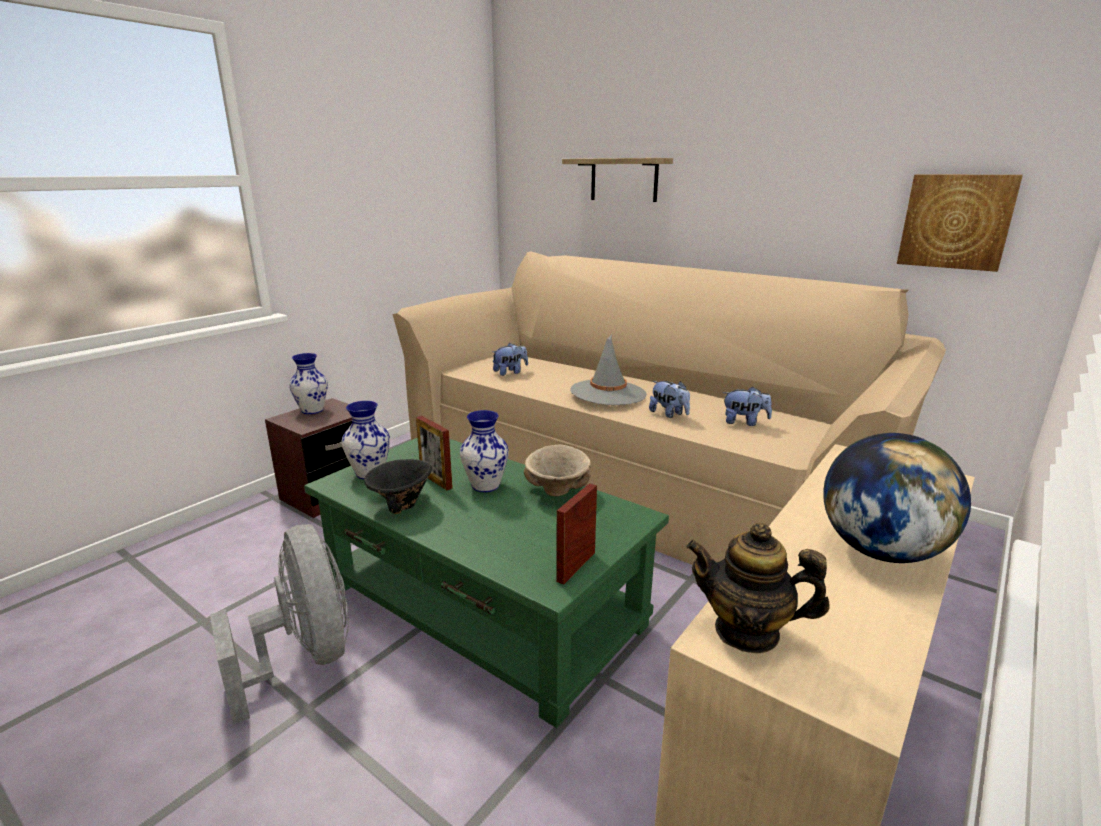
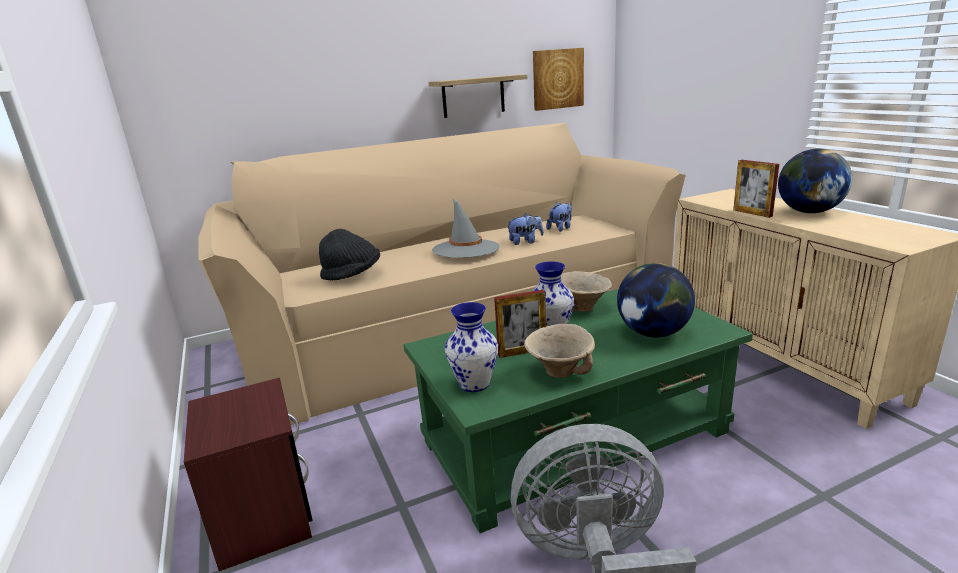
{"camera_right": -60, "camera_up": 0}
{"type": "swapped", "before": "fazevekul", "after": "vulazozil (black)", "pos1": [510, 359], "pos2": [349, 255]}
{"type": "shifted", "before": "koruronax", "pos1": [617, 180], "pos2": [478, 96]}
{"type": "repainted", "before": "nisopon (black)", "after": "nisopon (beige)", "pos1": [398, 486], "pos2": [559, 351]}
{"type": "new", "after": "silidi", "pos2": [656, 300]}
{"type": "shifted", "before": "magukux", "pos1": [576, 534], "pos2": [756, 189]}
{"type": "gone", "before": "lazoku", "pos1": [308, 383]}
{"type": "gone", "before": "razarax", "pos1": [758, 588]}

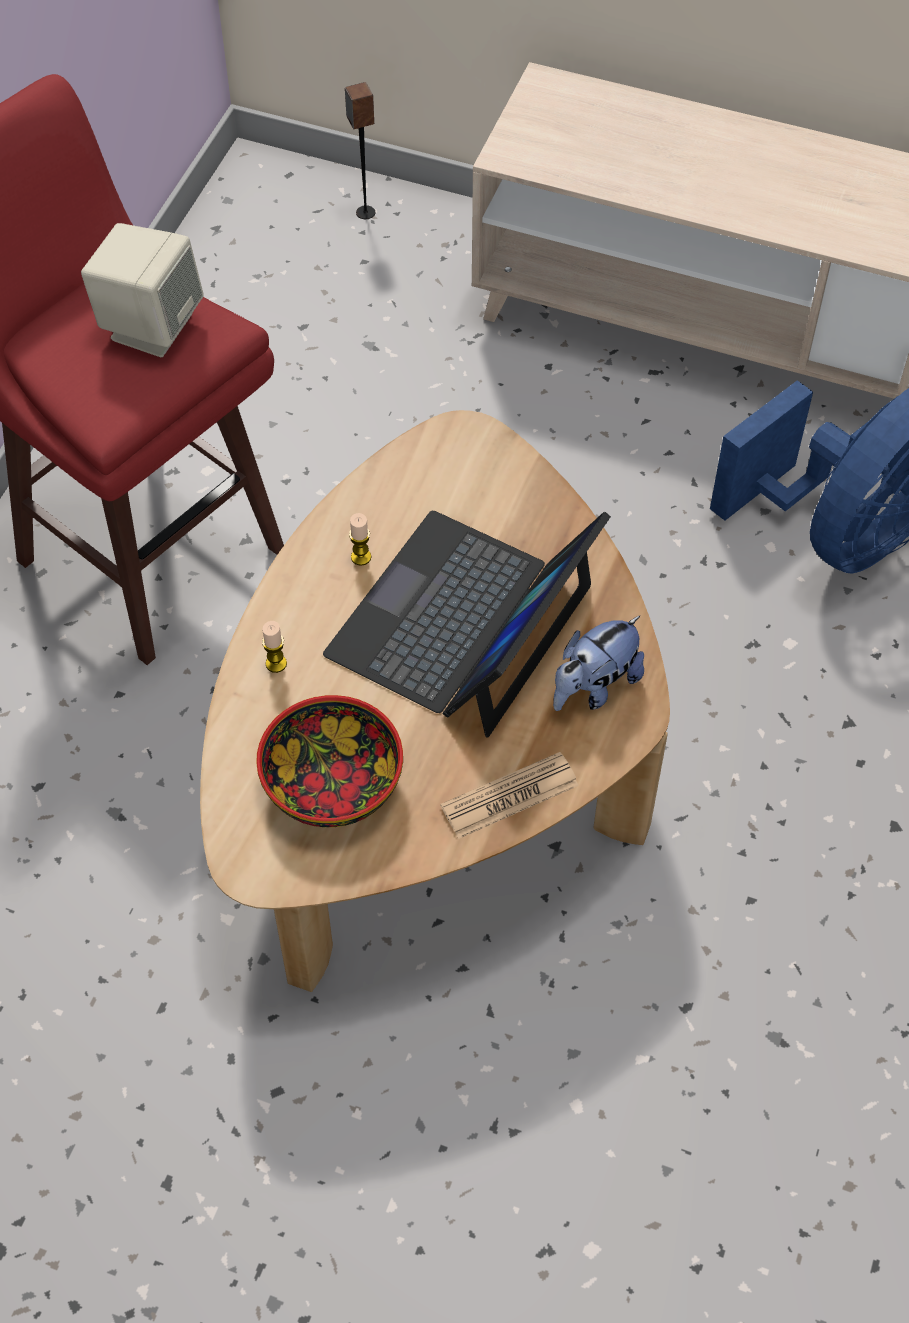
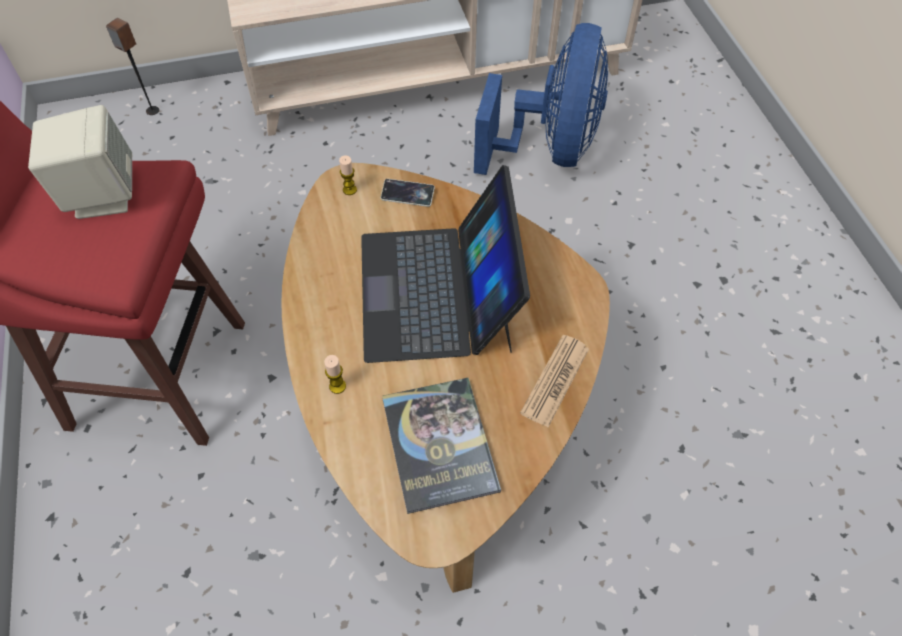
{"camera_right": -35, "camera_up": 0}
{"type": "shifted", "before": "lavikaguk", "pos1": [360, 539], "pos2": [348, 175]}
{"type": "new", "after": "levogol", "pos2": [408, 193]}
{"type": "swapped", "before": "nisopon", "after": "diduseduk", "pos1": [329, 761], "pos2": [441, 446]}
{"type": "gone", "before": "fazevekul", "pos1": [598, 663]}

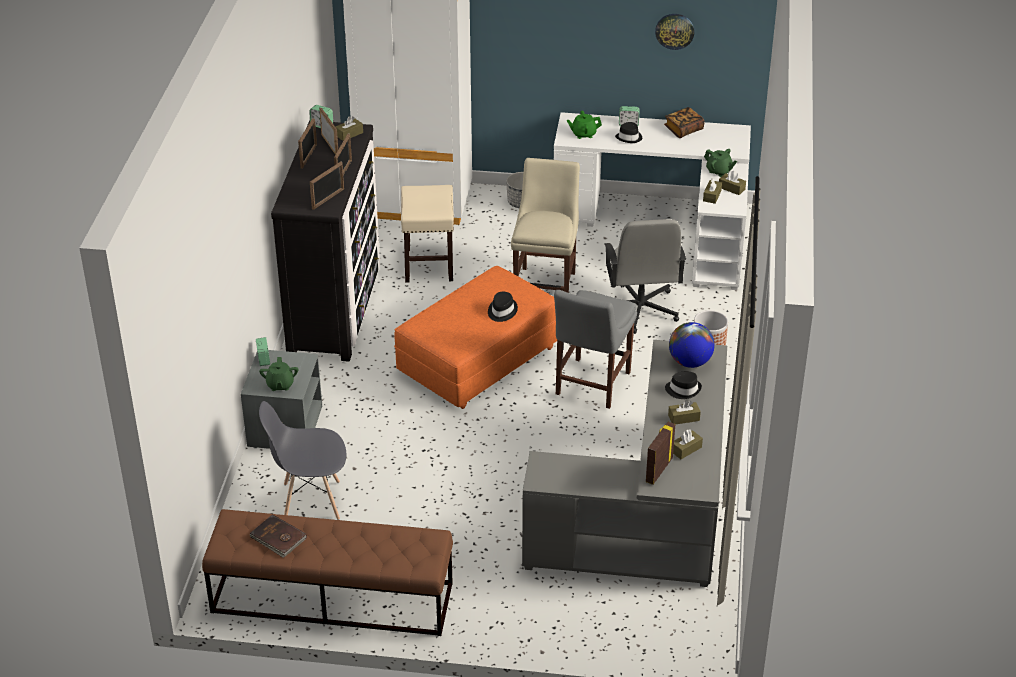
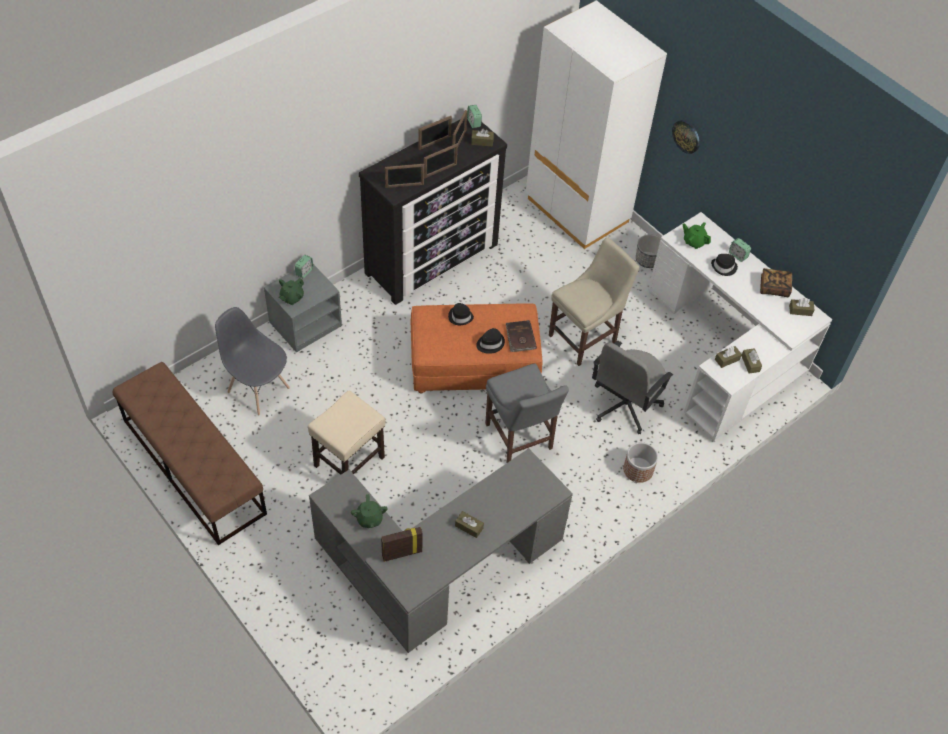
{"camera_right": 40, "camera_up": 15}
{"type": "shifted", "before": "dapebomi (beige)", "pos1": [427, 233], "pos2": [346, 432]}
{"type": "shifted", "before": "razarax (green)", "pos1": [720, 163], "pos2": [369, 511]}
{"type": "shifted", "before": "vulazozil (black)", "pos1": [683, 385], "pos2": [461, 314]}
{"type": "rotated", "before": "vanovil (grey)", "pos1": [595, 349], "pos2": [527, 413], "turn": -90}
{"type": "shifted", "before": "diduseduk (brown)", "pos1": [278, 536], "pos2": [521, 336]}
{"type": "shifted", "before": "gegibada", "pos1": [674, 32], "pos2": [686, 137]}
{"type": "shifted", "before": "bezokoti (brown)", "pos1": [688, 444], "pos2": [801, 307]}
{"type": "gone", "before": "silidi", "pos1": [692, 345]}

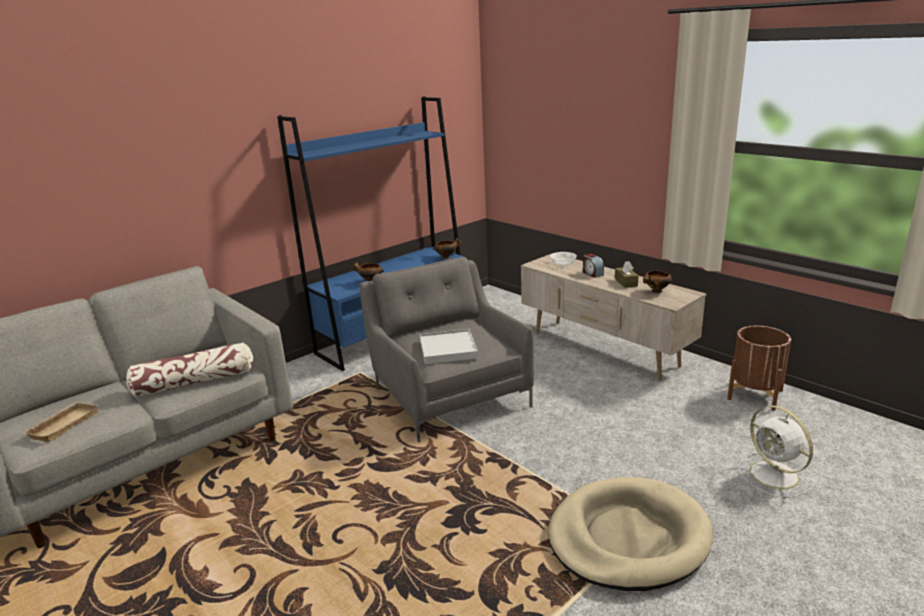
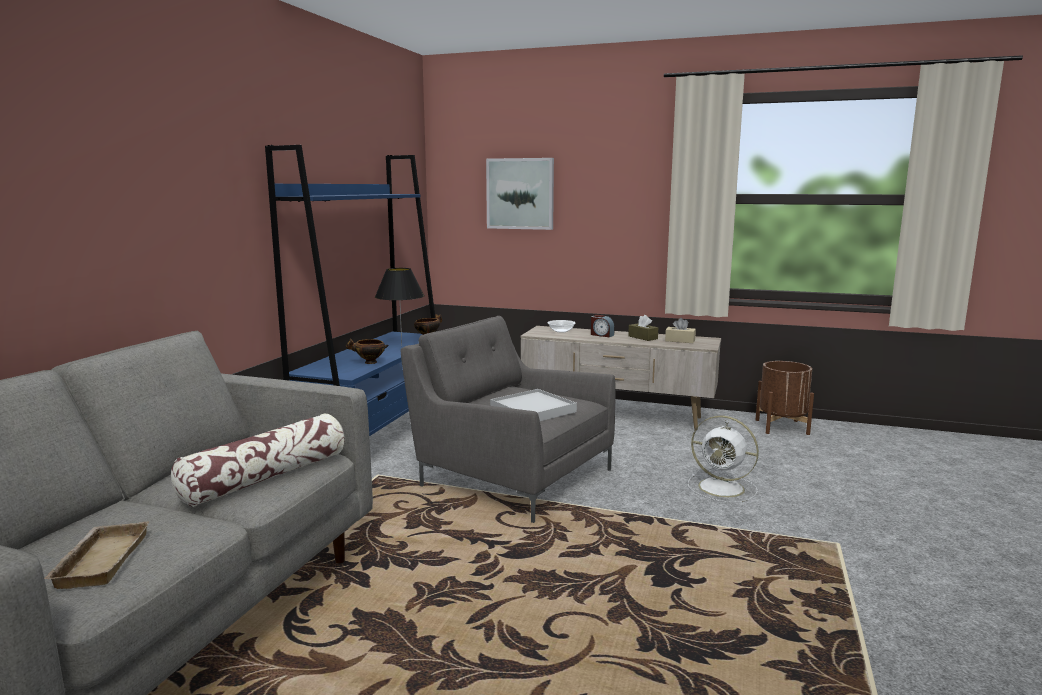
{"camera_right": -30, "camera_up": -10}
{"type": "new", "after": "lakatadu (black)", "pos2": [400, 307]}
{"type": "new", "after": "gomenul", "pos2": [520, 194]}
{"type": "swapped", "before": "nisopon", "after": "bezokoti (beige)", "pos1": [657, 282], "pos2": [680, 330]}
{"type": "shifted", "before": "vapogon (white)", "pos1": [776, 451], "pos2": [723, 459]}
{"type": "gone", "before": "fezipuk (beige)", "pos1": [630, 534]}

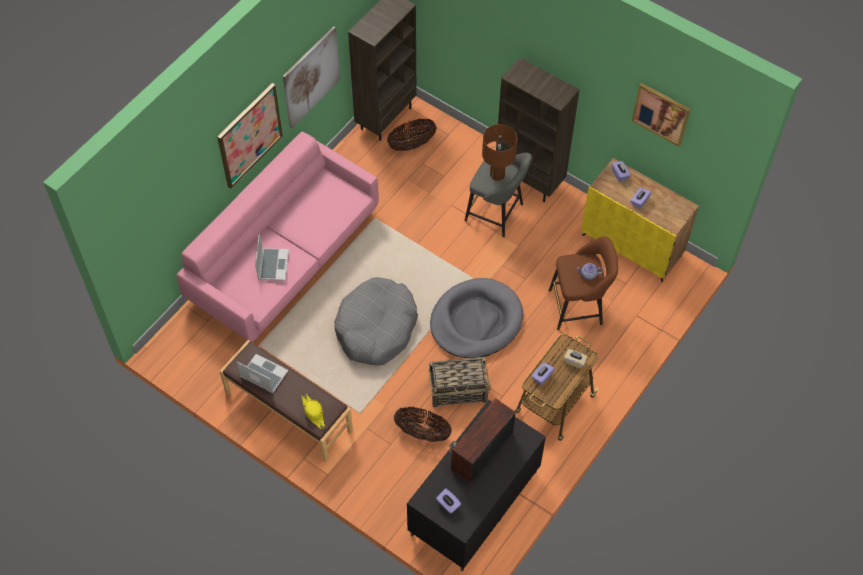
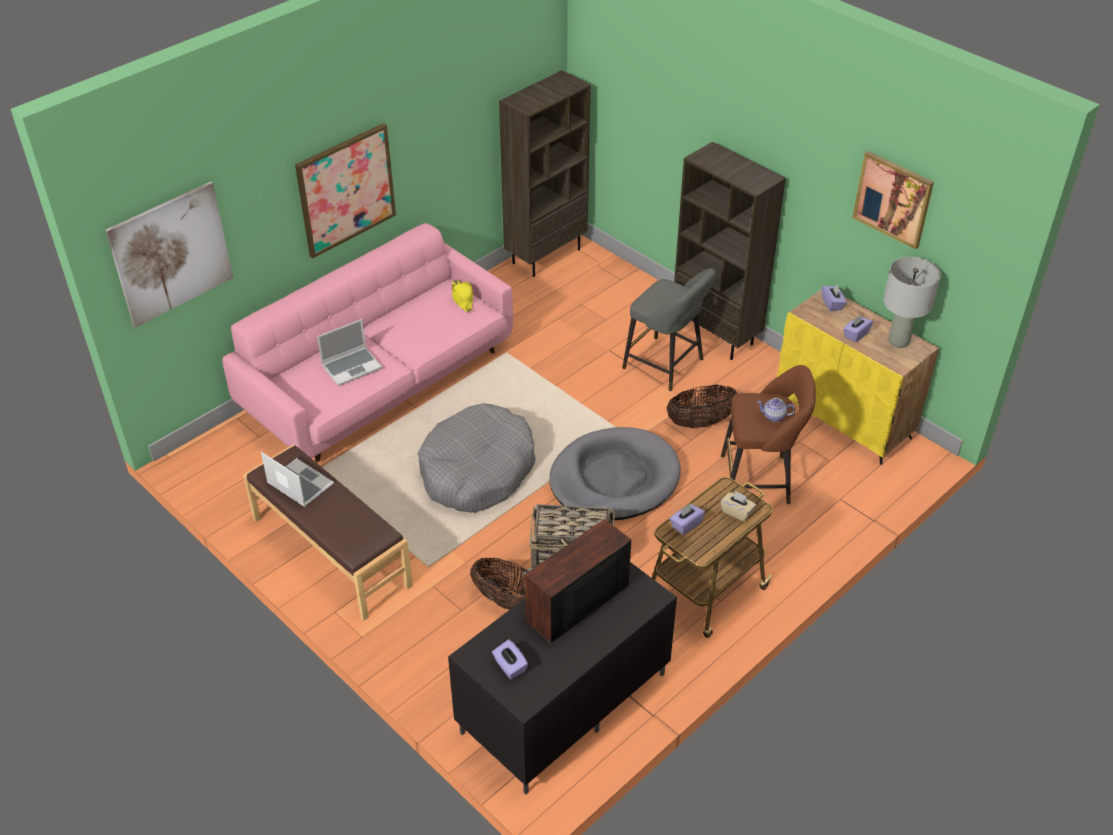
{"camera_right": 10, "camera_up": -15}
{"type": "shifted", "before": "gomenul", "pos1": [311, 77], "pos2": [169, 255]}
{"type": "rotated", "before": "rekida", "pos1": [272, 257], "pos2": [349, 352], "turn": 45}
{"type": "shifted", "before": "vulazozil (yellow)", "pos1": [313, 411], "pos2": [462, 296]}
{"type": "shifted", "before": "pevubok", "pos1": [411, 135], "pos2": [702, 406]}
{"type": "new", "after": "lakatadu (grey)", "pos2": [912, 302]}
{"type": "gone", "before": "lakatadu (brown)", "pos1": [500, 152]}

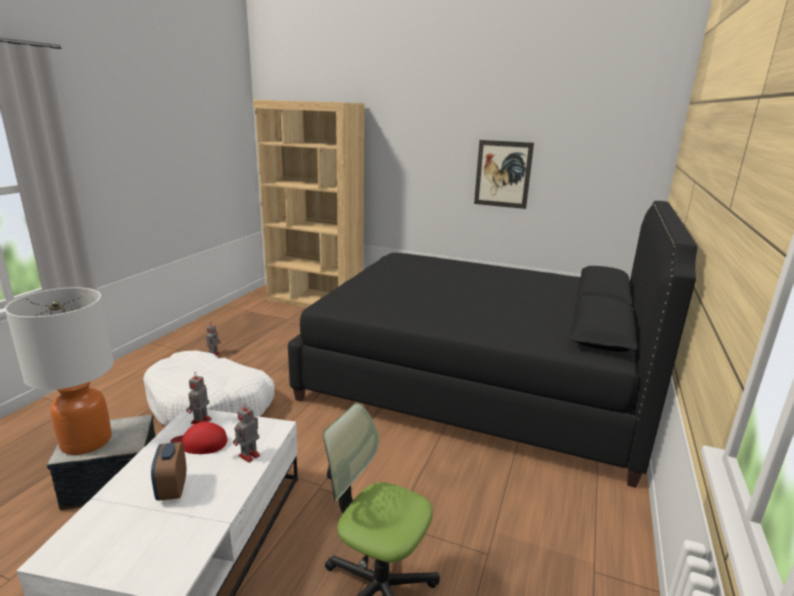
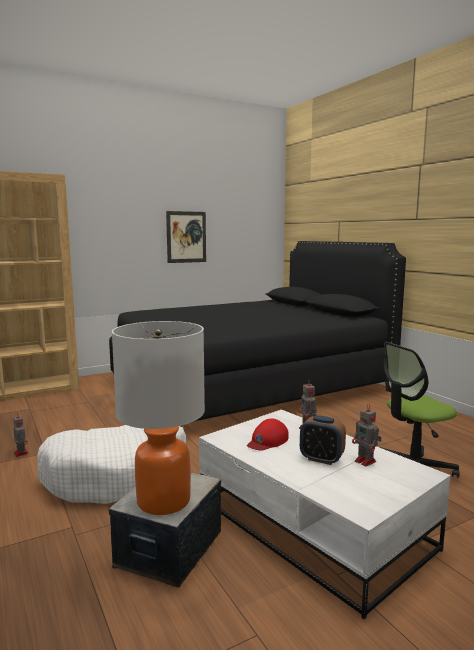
{"camera_right": -50, "camera_up": -10}
{"type": "shifted", "before": "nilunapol", "pos1": [199, 398], "pos2": [367, 435]}

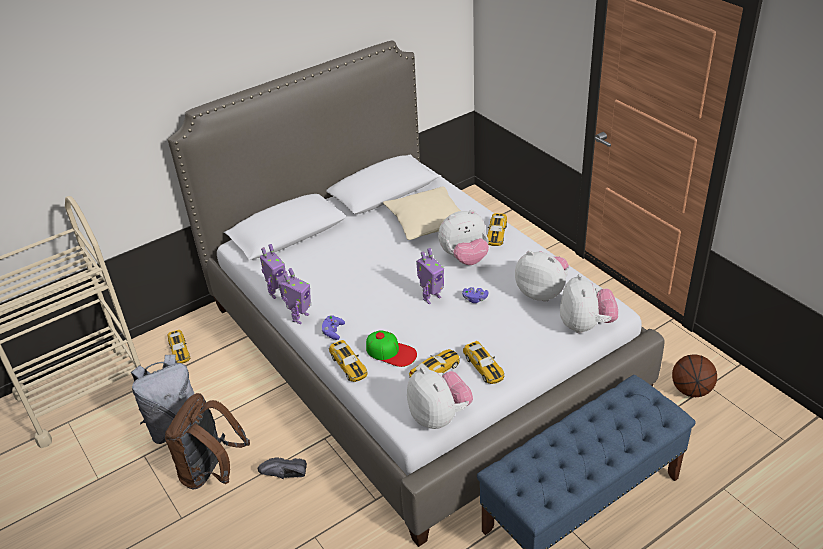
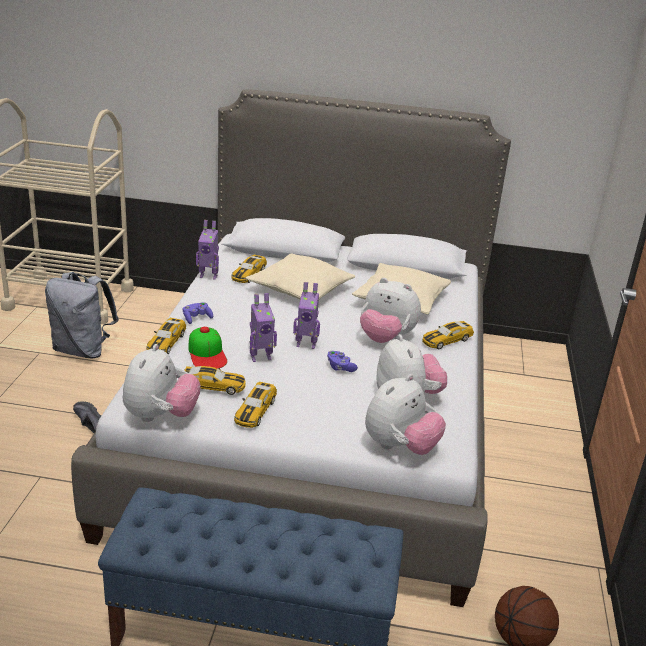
{"camera_right": 40, "camera_up": -10}
{"type": "shifted", "before": "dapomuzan", "pos1": [178, 346], "pos2": [249, 269]}
{"type": "new", "after": "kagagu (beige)", "pos2": [300, 276]}
{"type": "shifted", "before": "nilunapol", "pos1": [295, 296], "pos2": [263, 327]}
{"type": "gone", "before": "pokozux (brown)", "pos1": [207, 441]}

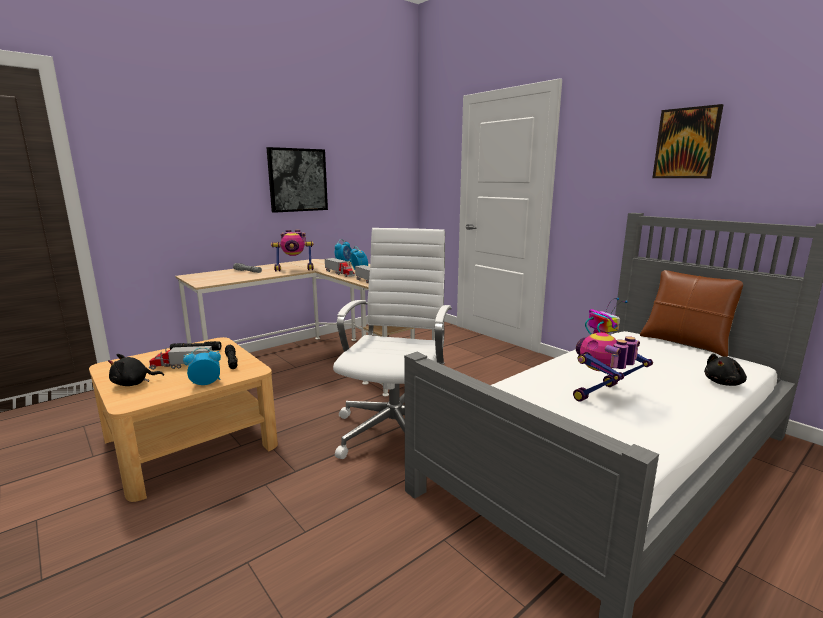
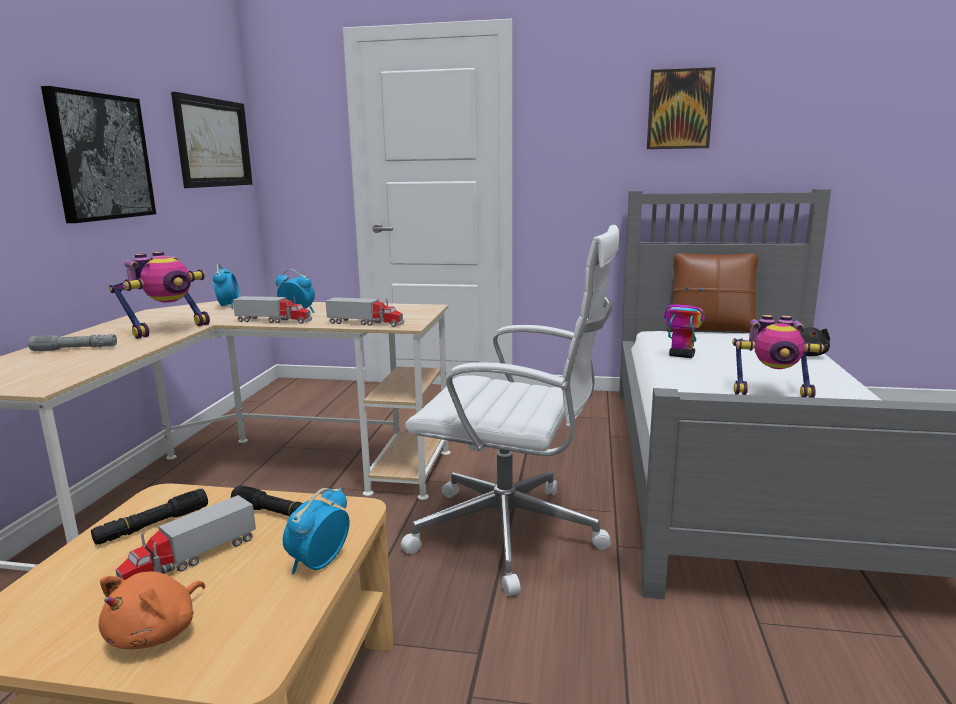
{"camera_right": -40, "camera_up": 0}
{"type": "repainted", "before": "fazevekul (black)", "after": "fazevekul (orange)", "pos1": [136, 370], "pos2": [152, 610]}
{"type": "new", "after": "gomenul", "pos2": [212, 140]}
{"type": "rotated", "before": "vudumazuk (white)", "pos1": [392, 343], "pos2": [510, 410], "turn": 135}
{"type": "rotated", "before": "nilunapol", "pos1": [613, 367], "pos2": [778, 356], "turn": -90}

